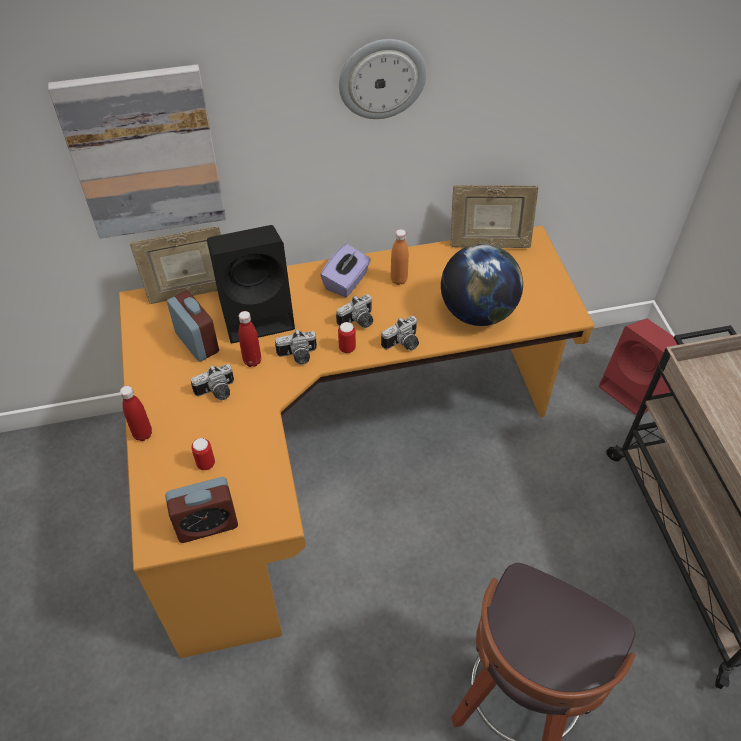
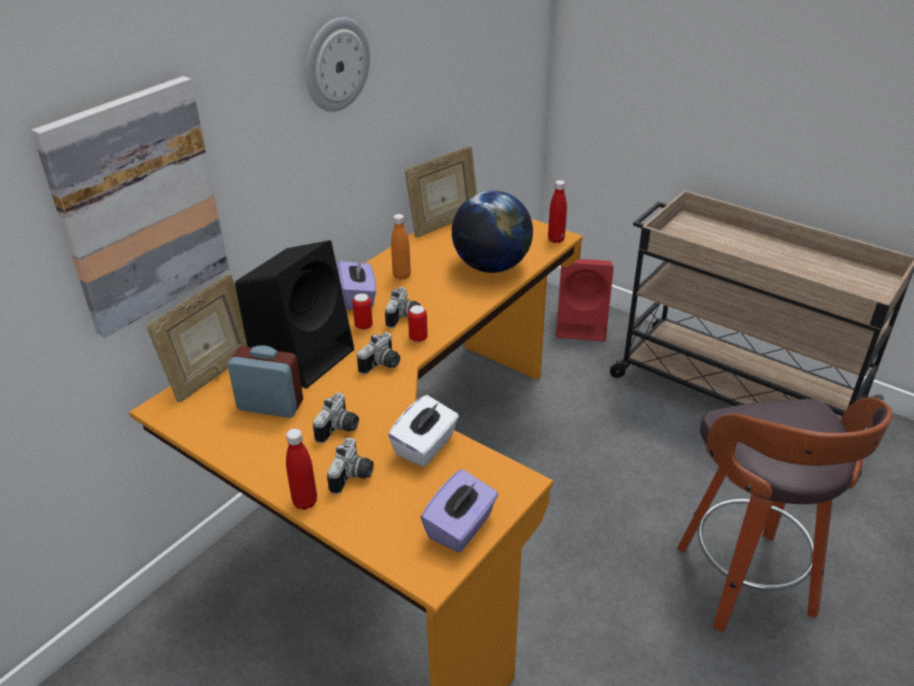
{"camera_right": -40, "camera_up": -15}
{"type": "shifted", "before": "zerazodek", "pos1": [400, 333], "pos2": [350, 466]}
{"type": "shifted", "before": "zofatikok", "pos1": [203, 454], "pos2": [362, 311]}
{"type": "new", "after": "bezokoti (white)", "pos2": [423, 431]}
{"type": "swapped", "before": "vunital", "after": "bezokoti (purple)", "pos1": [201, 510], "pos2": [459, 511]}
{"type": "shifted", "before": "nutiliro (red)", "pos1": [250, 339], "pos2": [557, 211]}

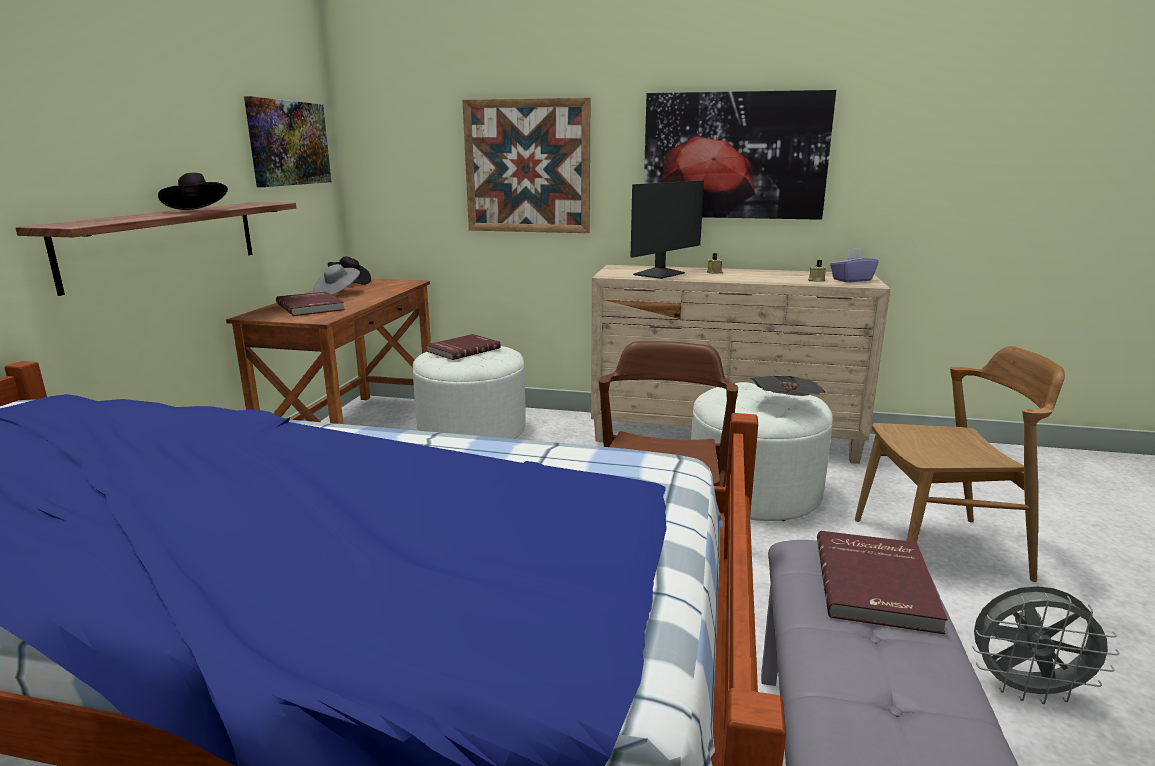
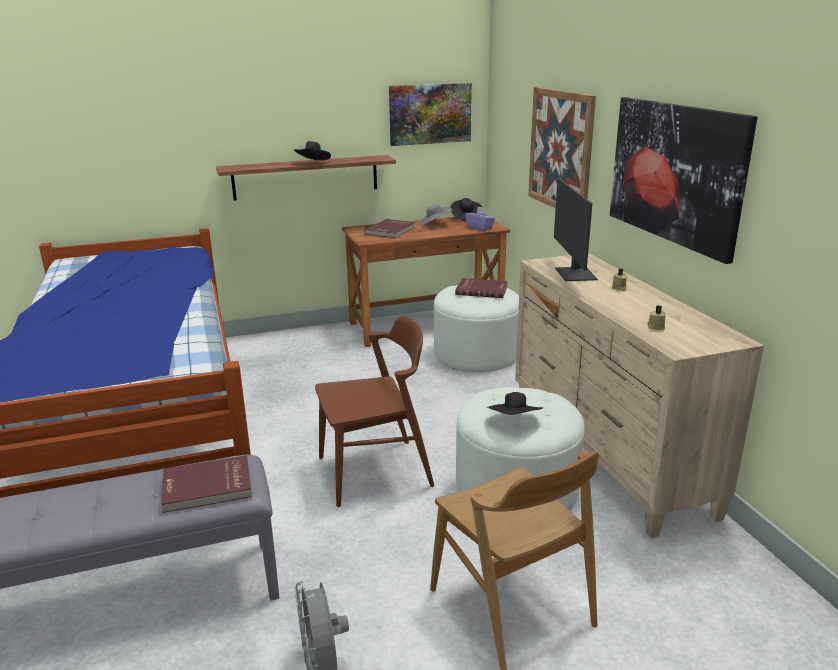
{"camera_right": 60, "camera_up": 5}
{"type": "shifted", "before": "bezokoti (purple)", "pos1": [854, 265], "pos2": [480, 218]}
{"type": "swapped", "before": "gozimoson", "after": "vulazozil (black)", "pos1": [787, 386], "pos2": [515, 403]}
{"type": "rotated", "before": "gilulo", "pos1": [667, 229], "pos2": [576, 229], "turn": 75}

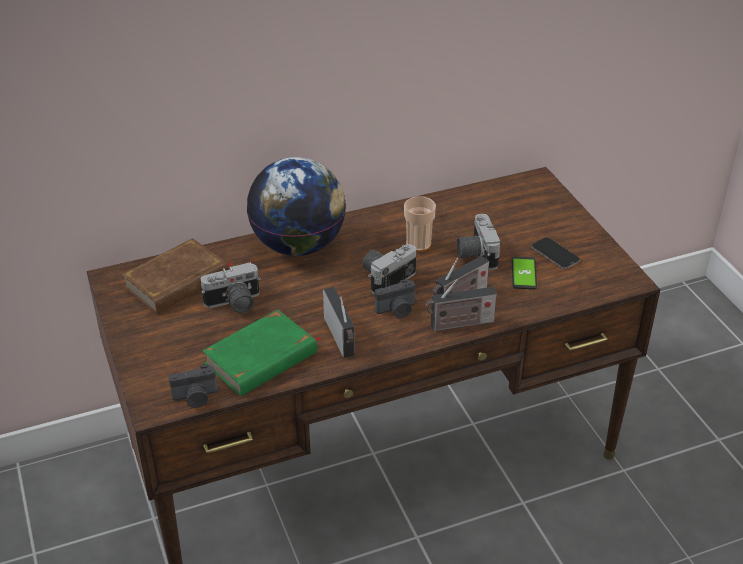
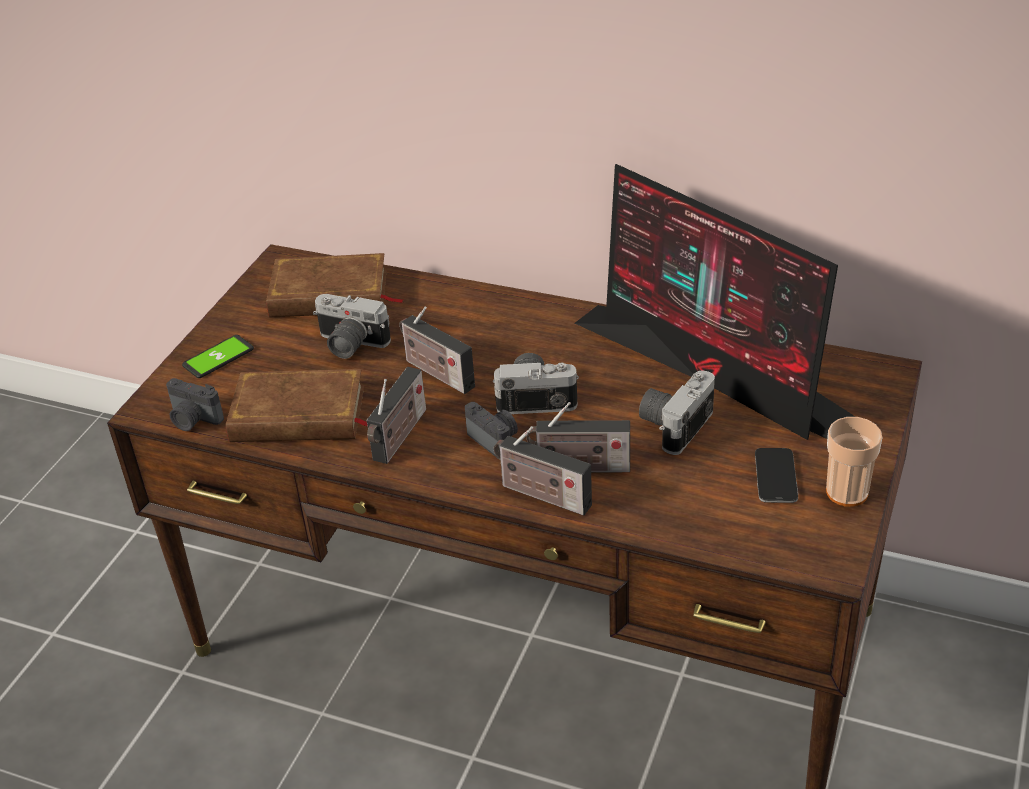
{"camera_right": 45, "camera_up": 0}
{"type": "shifted", "before": "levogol", "pos1": [524, 273], "pos2": [218, 356]}
{"type": "repainted", "before": "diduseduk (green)", "after": "diduseduk (brown)", "pos1": [261, 353], "pos2": [296, 405]}
{"type": "new", "after": "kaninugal", "pos2": [437, 350]}
{"type": "rotated", "before": "zerazodek", "pos1": [395, 298], "pos2": [491, 431], "turn": -150}
{"type": "new", "after": "gilulo", "pos2": [715, 302]}
{"type": "shifted", "before": "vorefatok", "pos1": [420, 224], "pos2": [854, 462]}
{"type": "gone", "before": "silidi", "pos1": [296, 206]}

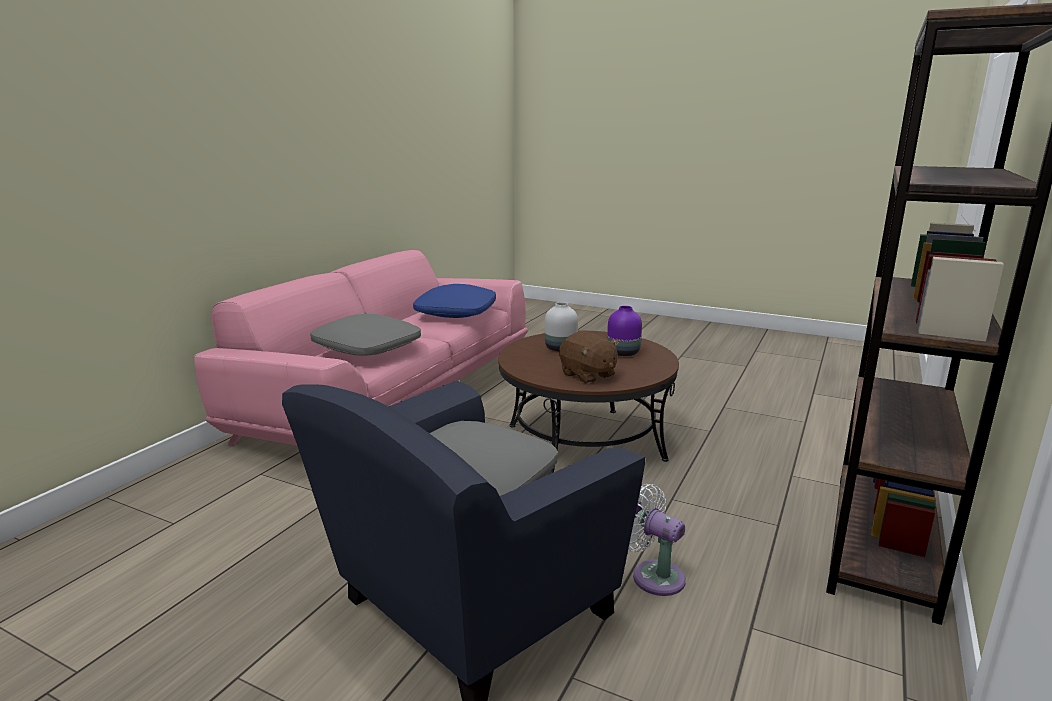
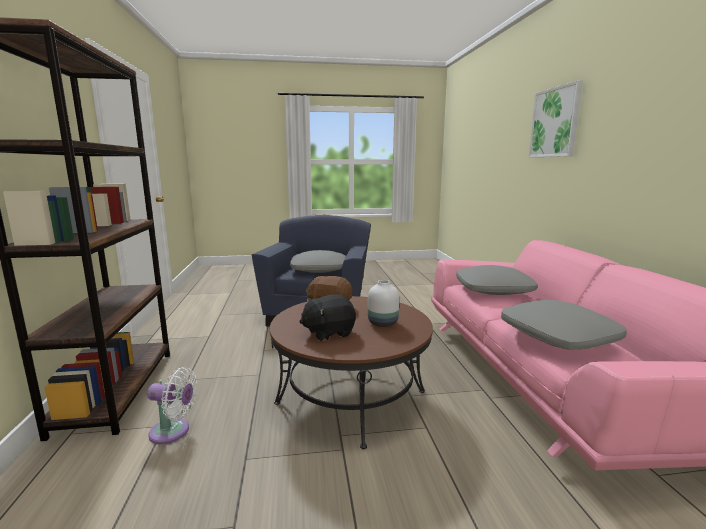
{"camera_right": 145, "camera_up": -5}
{"type": "shifted", "before": "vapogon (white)", "pos1": [657, 540], "pos2": [172, 405]}
{"type": "swapped", "before": "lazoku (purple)", "after": "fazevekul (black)", "pos1": [624, 331], "pos2": [327, 318]}
{"type": "repainted", "before": "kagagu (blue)", "after": "kagagu (grey)", "pos1": [454, 301], "pos2": [564, 325]}
{"type": "new", "after": "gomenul", "pos2": [556, 119]}

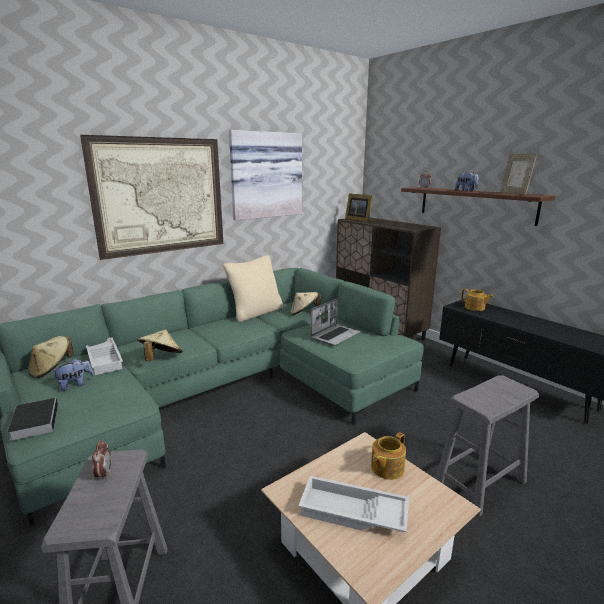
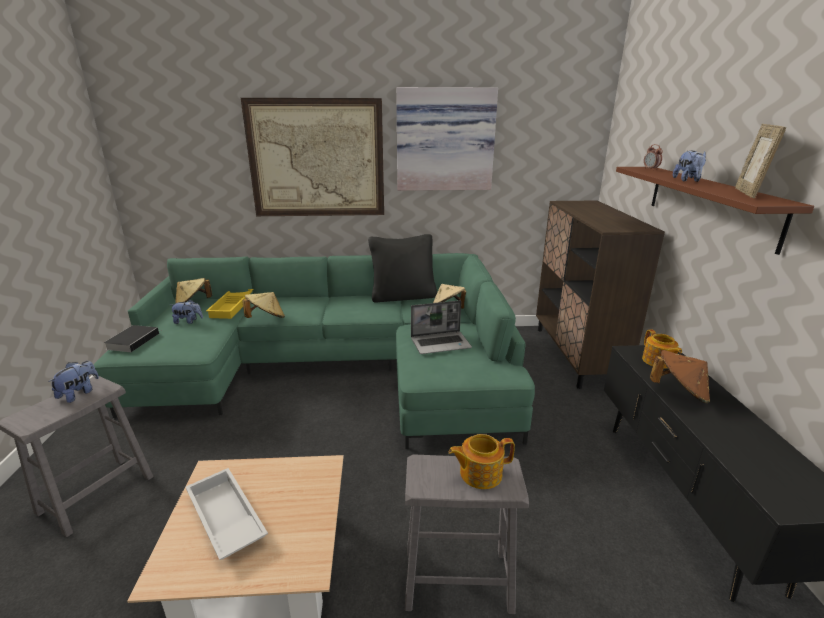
{"camera_right": 35, "camera_up": 5}
{"type": "swapped", "before": "vunital", "after": "fazevekul", "pos1": [101, 460], "pos2": [73, 382]}
{"type": "repainted", "before": "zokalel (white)", "after": "zokalel (yellow)", "pos1": [104, 356], "pos2": [230, 304]}
{"type": "repainted", "before": "kagagu (beige)", "after": "kagagu (black)", "pos1": [253, 288], "pos2": [402, 268]}
{"type": "shifted", "before": "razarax", "pos1": [388, 456], "pos2": [481, 461]}
{"type": "new", "after": "vulazozil (brown)", "pos2": [680, 376]}
{"type": "gone", "before": "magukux", "pos1": [359, 207]}

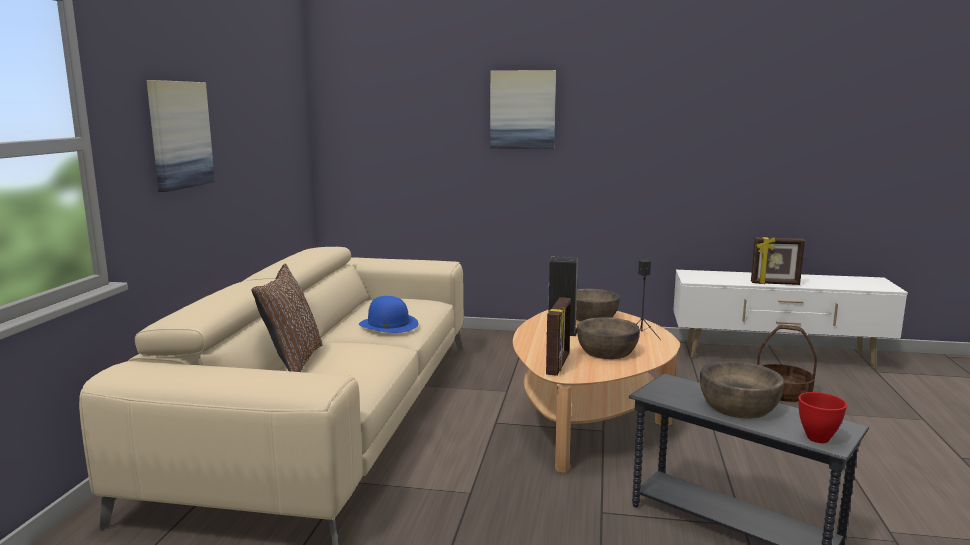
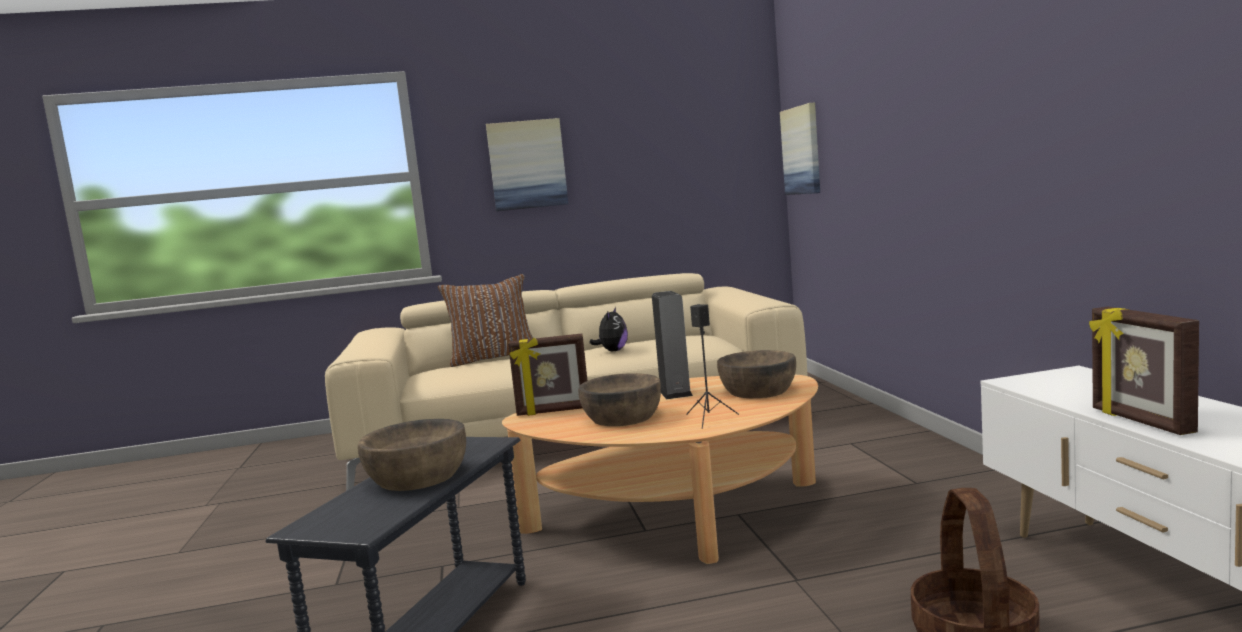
{"camera_right": 70, "camera_up": -5}
{"type": "swapped", "before": "vulazozil (blue)", "after": "fazevekul", "pos1": [388, 314], "pos2": [609, 329]}
{"type": "shifted", "before": "gomenul", "pos1": [523, 109], "pos2": [800, 148]}
{"type": "gone", "before": "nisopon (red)", "pos1": [822, 417]}

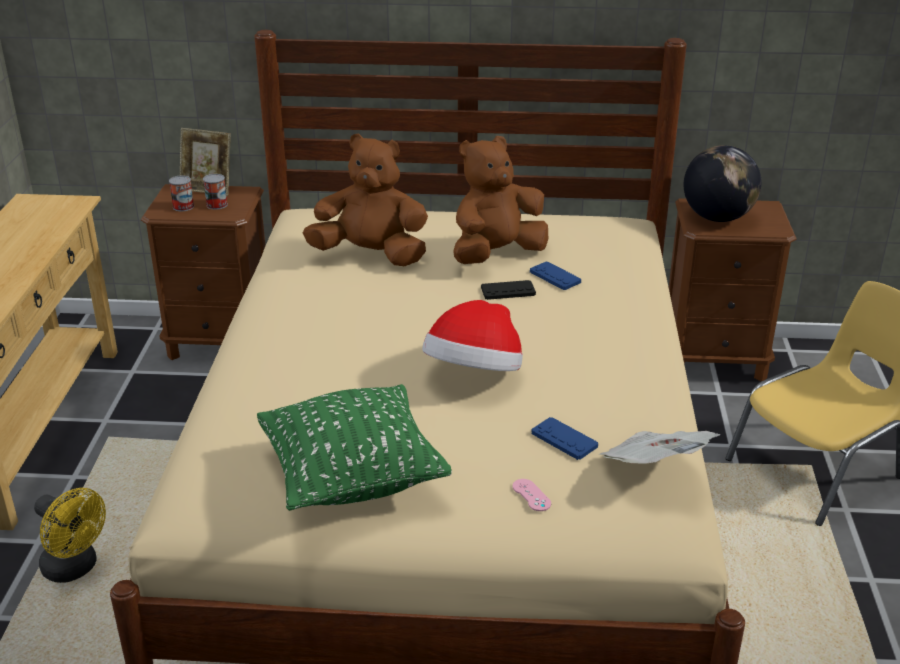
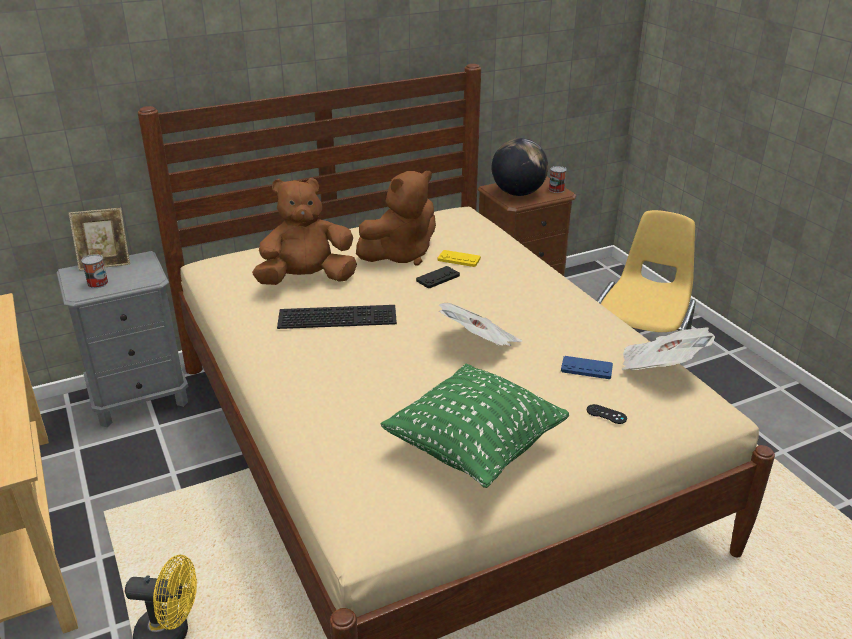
{"camera_right": -30, "camera_up": 0}
{"type": "repainted", "before": "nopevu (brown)", "after": "nopevu (grey)", "pos1": [203, 272], "pos2": [122, 339]}
{"type": "new", "after": "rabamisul", "pos2": [337, 317]}
{"type": "rotated", "before": "fazevekul (brown)", "pos1": [500, 200], "pos2": [396, 218], "turn": -150}
{"type": "repainted", "before": "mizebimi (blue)", "after": "mizebimi (yellow)", "pos1": [555, 276], "pos2": [459, 258]}
{"type": "swapped", "before": "vulazozil", "after": "gozimoson", "pos1": [472, 335], "pos2": [480, 324]}
{"type": "shifted", "before": "zofatikok", "pos1": [215, 192], "pos2": [558, 179]}
{"type": "repainted", "before": "mizebimi (pink)", "after": "mizebimi (black)", "pos1": [531, 495], "pos2": [607, 414]}

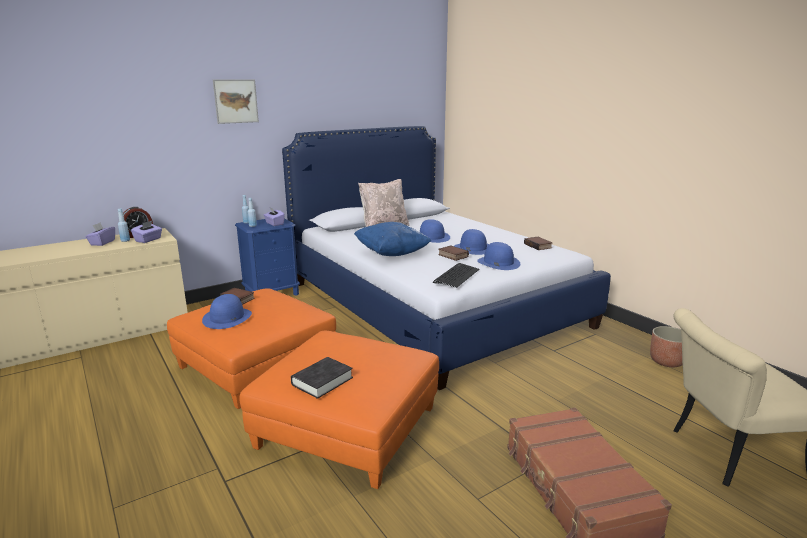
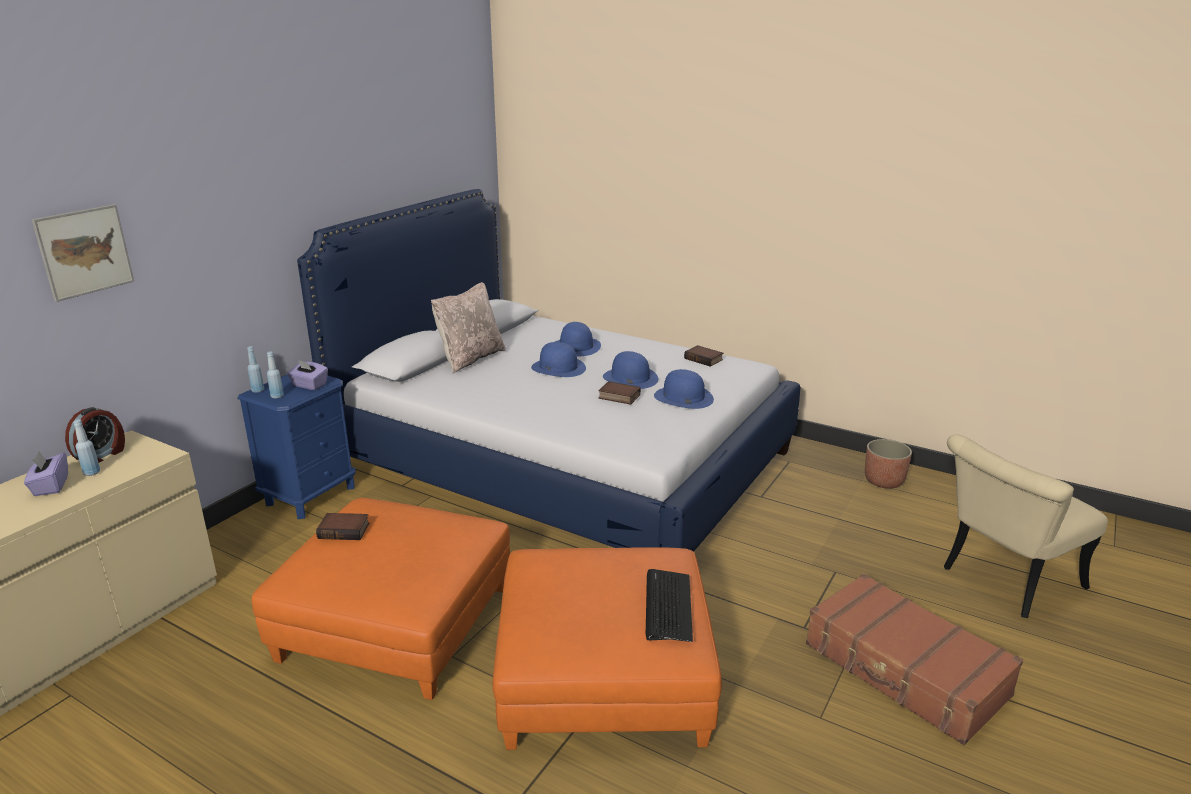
{"camera_right": -25, "camera_up": 5}
{"type": "shifted", "before": "gomenul", "pos1": [236, 102], "pos2": [83, 253]}
{"type": "shifted", "before": "vulazozil (blue)", "pos1": [227, 311], "pos2": [578, 339]}
{"type": "shifted", "before": "rabamisul", "pos1": [456, 275], "pos2": [669, 605]}
{"type": "gone", "before": "bezokoti (purple)", "pos1": [146, 232]}
{"type": "gone", "before": "diduseduk (black)", "pos1": [322, 378]}
{"type": "gone", "before": "kagagu (blue)", "pos1": [392, 239]}

